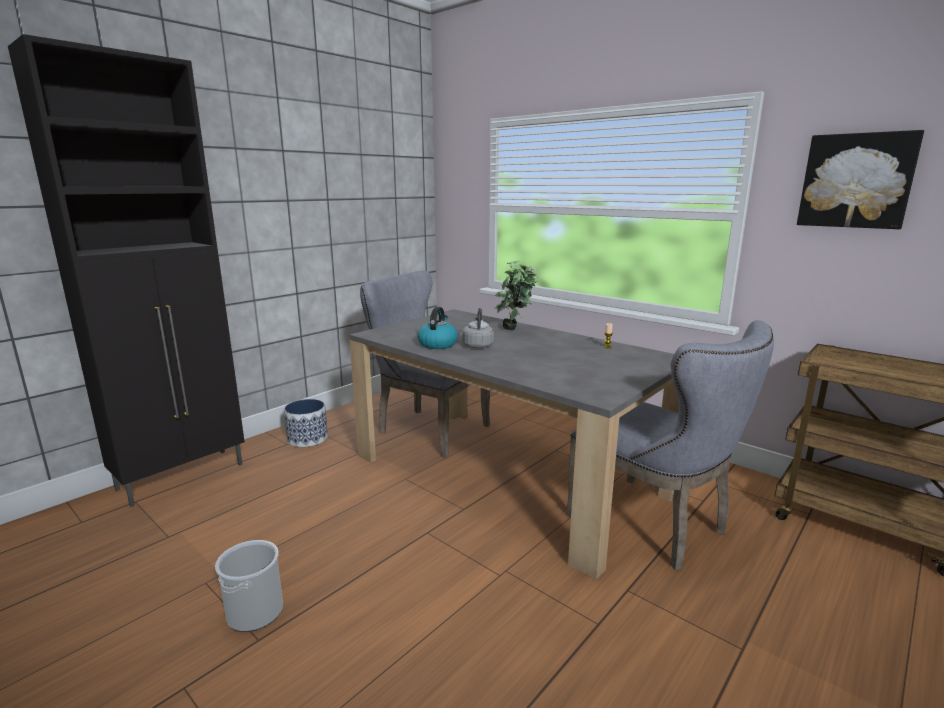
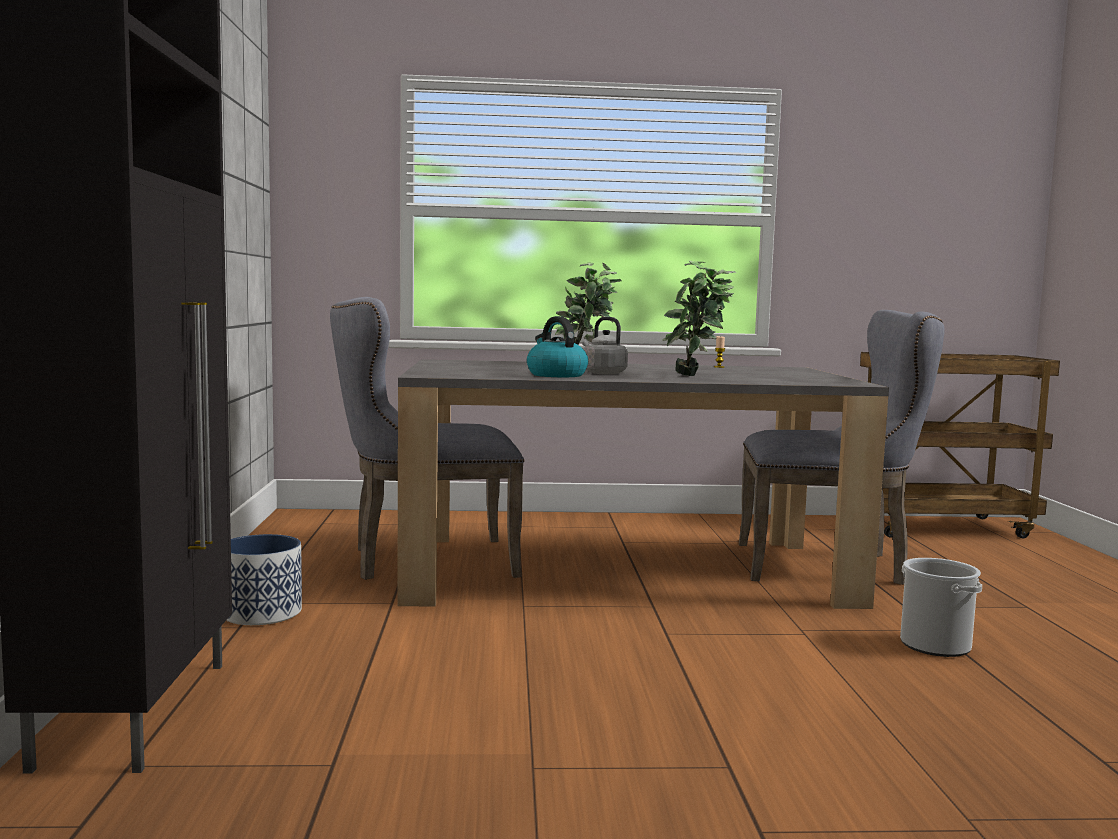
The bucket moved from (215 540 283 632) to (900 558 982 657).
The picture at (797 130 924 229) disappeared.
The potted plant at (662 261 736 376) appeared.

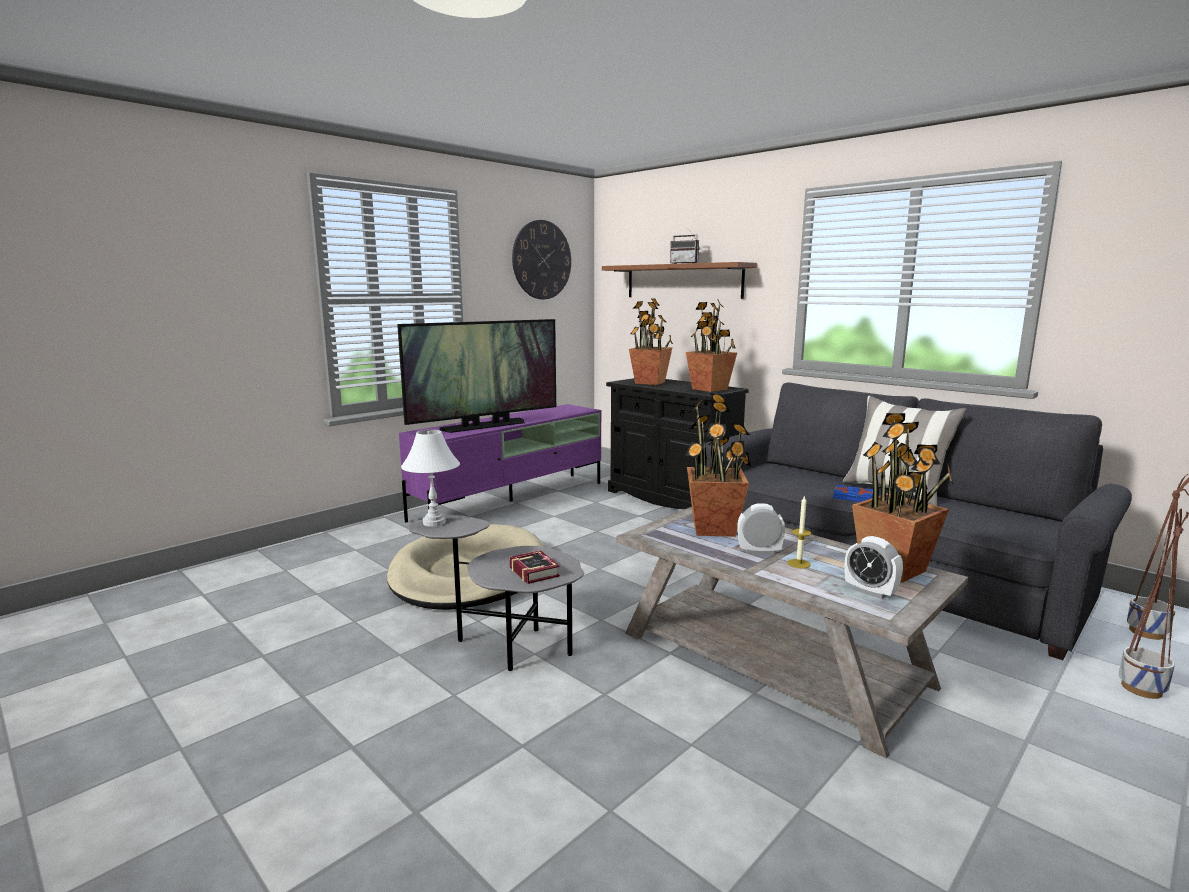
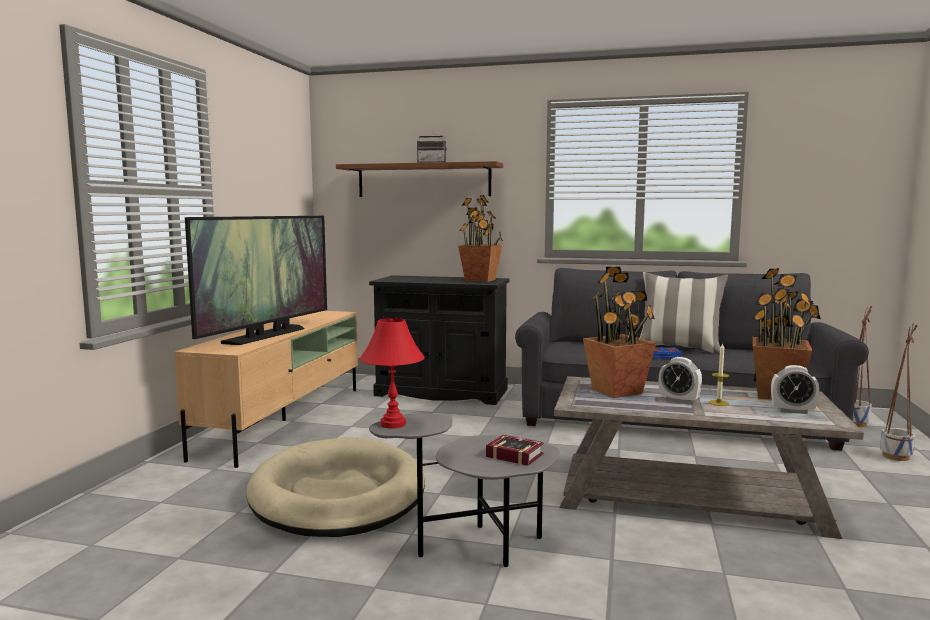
The tv stand (purple) at (399 404 601 523) became the tv stand (beige) at (174 311 358 468).
The table lamp (white) at (401 430 460 527) became the table lamp (red) at (360 318 425 429).
The wall clock at (512 220 571 299) disappeared.
The potted plant at (629 298 673 385) disappeared.
The alarm clock at (737 503 785 555) turned 120 degrees counterclockwise.

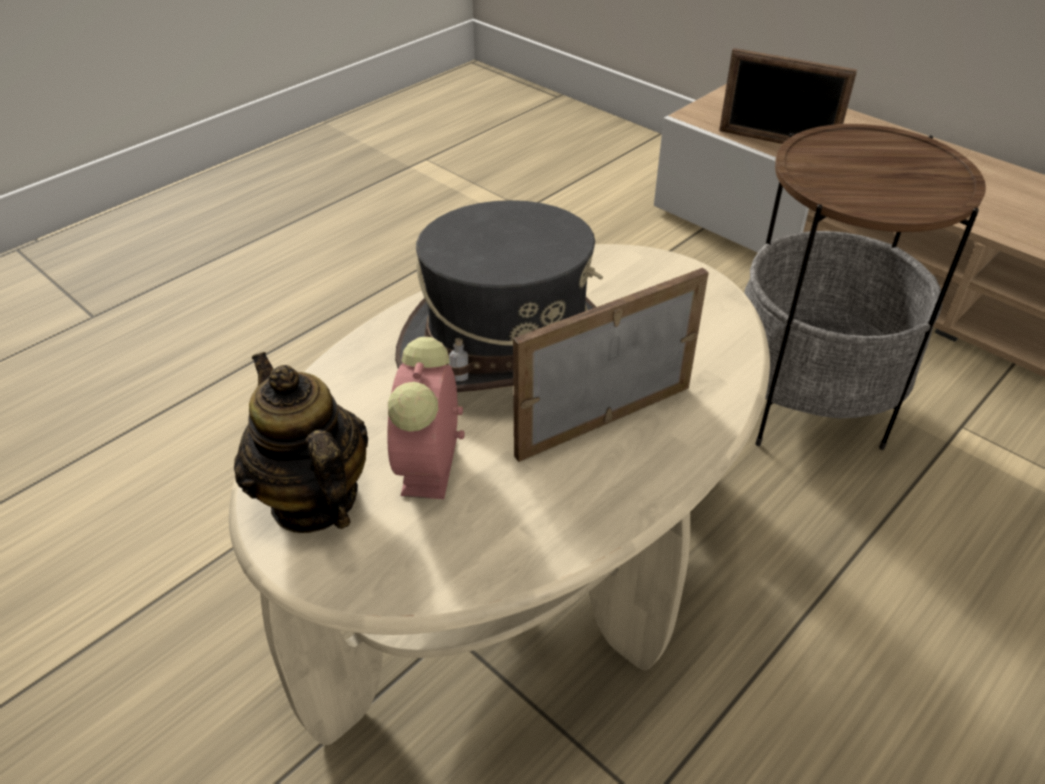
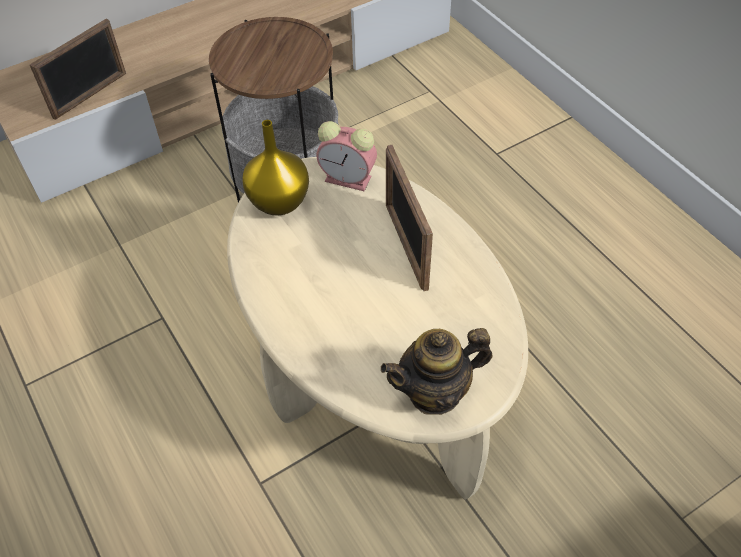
The alarm clock moved from (387 337 465 499) to (316 121 377 191).
The hat (grey) at (395 200 603 392) disappeared.
The vase (yellow) at (242 120 309 216) appeared.

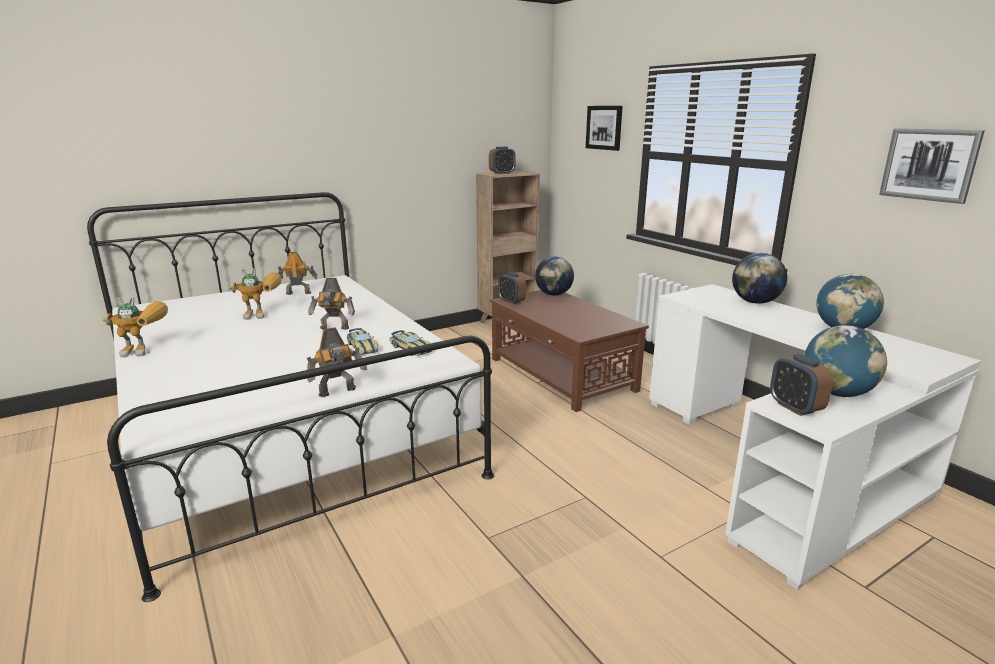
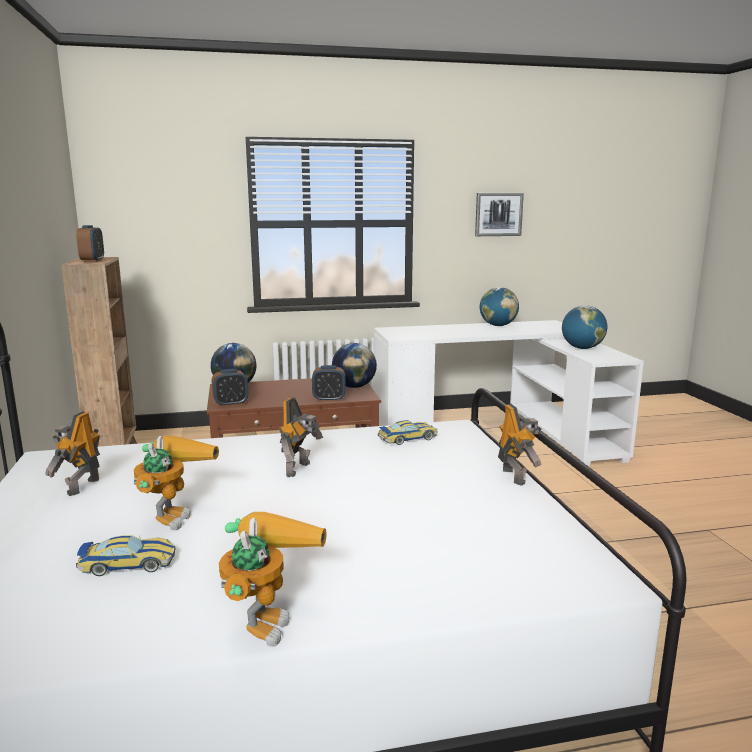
The toy car moved from (347 328 378 355) to (76 535 175 576).
The picture at (586 106 622 151) disappeared.
The globe moved from (732 253 787 304) to (332 343 377 388).
The alarm clock moved from (770 354 833 416) to (312 365 345 402).

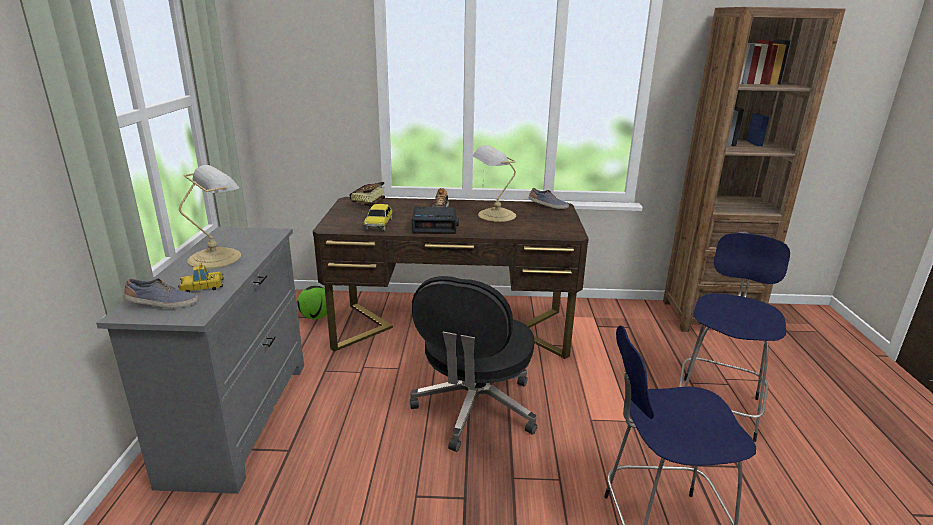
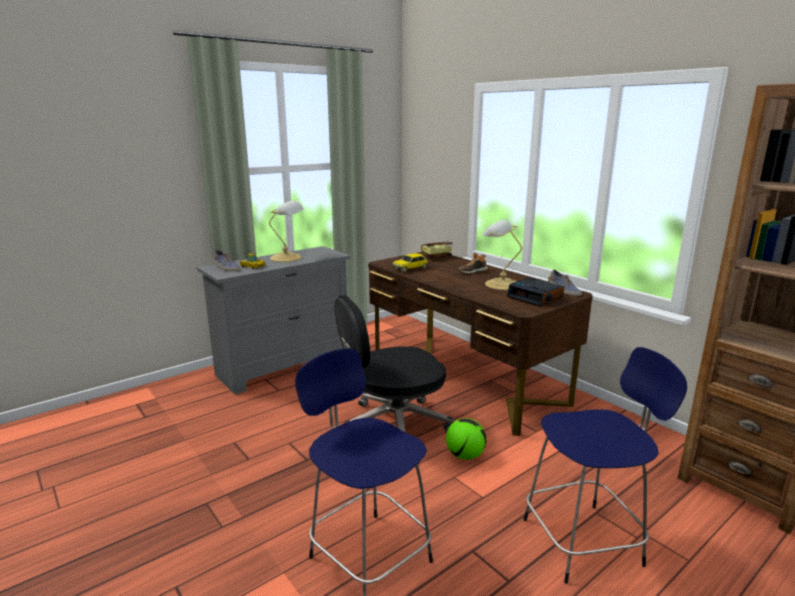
The football moved from (297 285 327 319) to (446 418 487 460).
The alarm clock moved from (412 207 459 234) to (507 278 564 307).

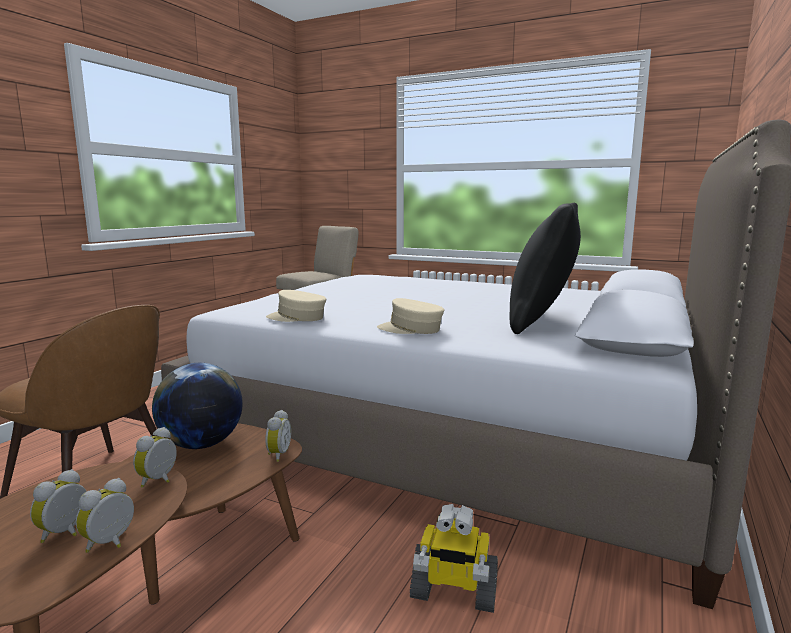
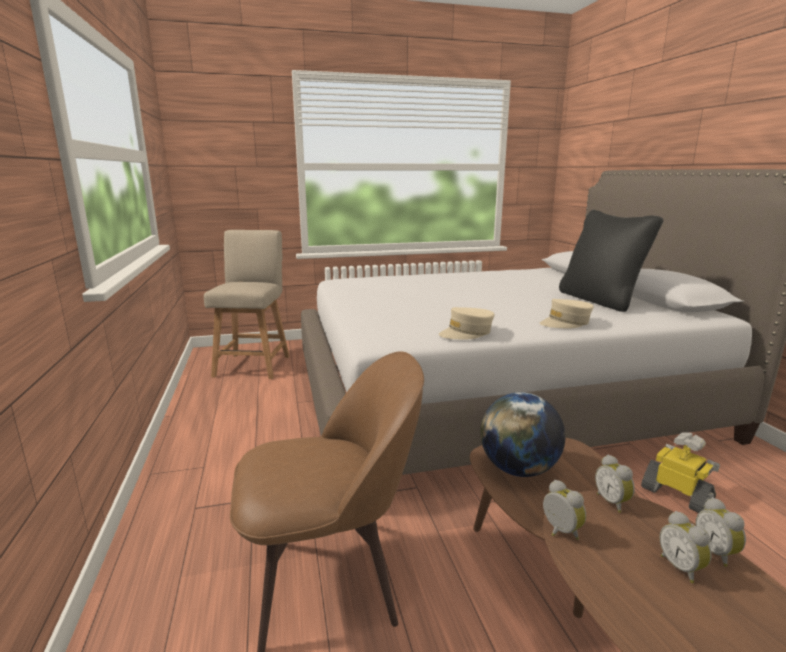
The alarm clock moved from (265 410 291 462) to (543 480 586 540).
The toy robot at (410 504 498 613) turned 105 degrees counterclockwise.

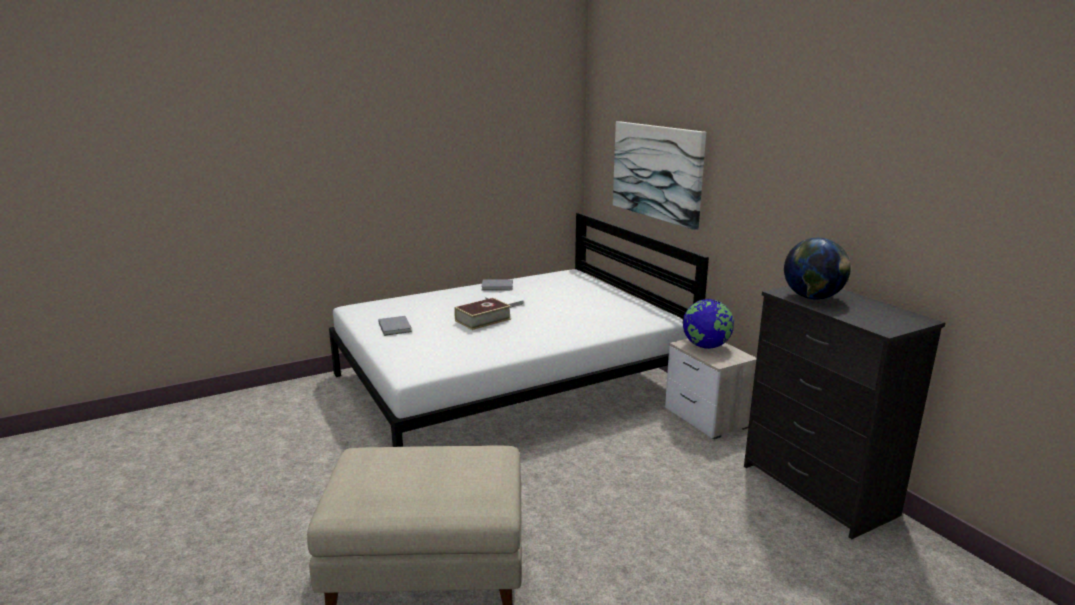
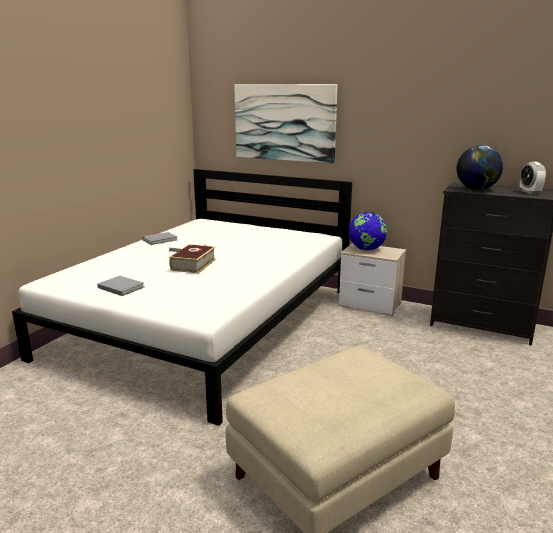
The alarm clock at (520 162 546 194) appeared.

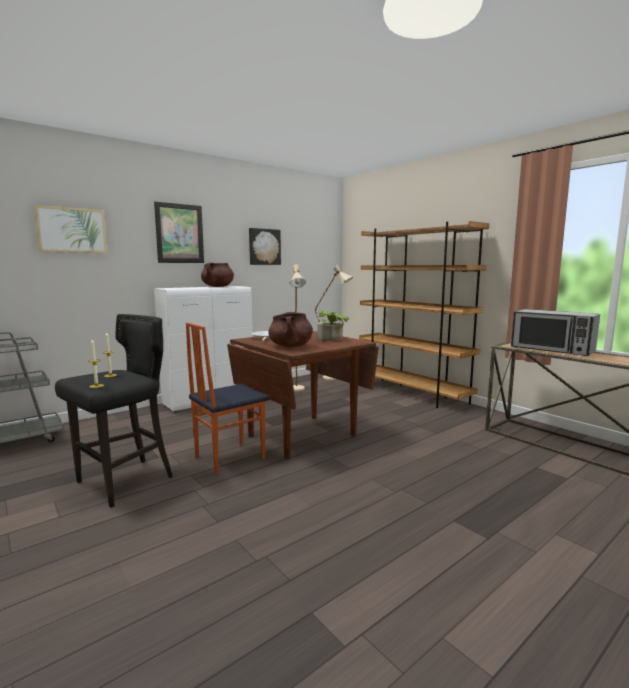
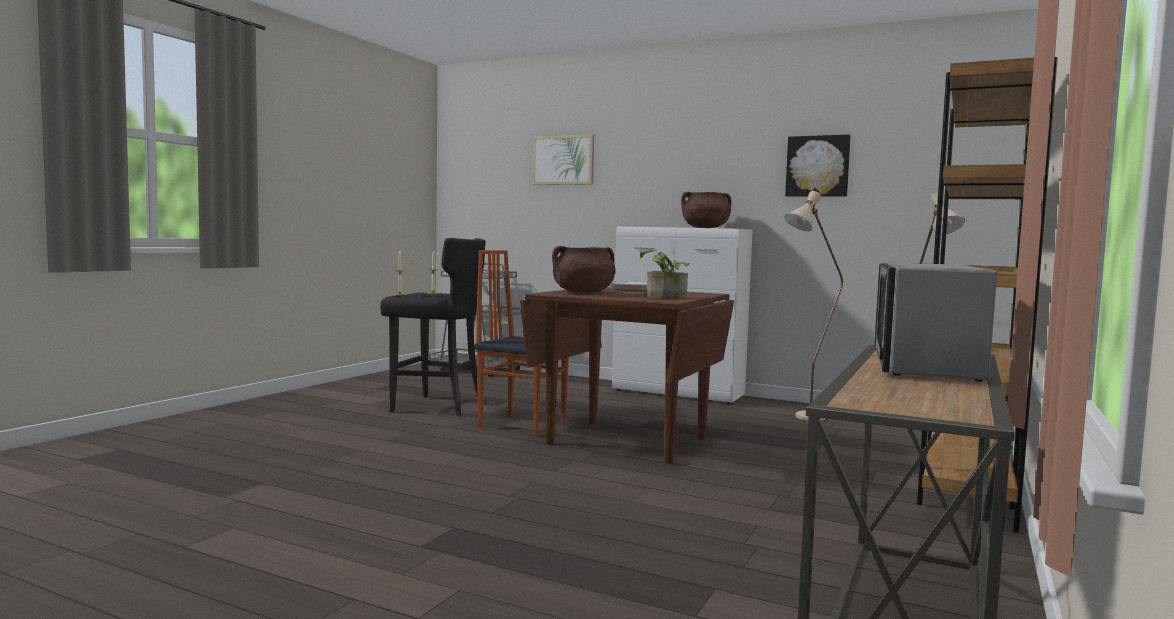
The picture at (154 202 204 263) disappeared.

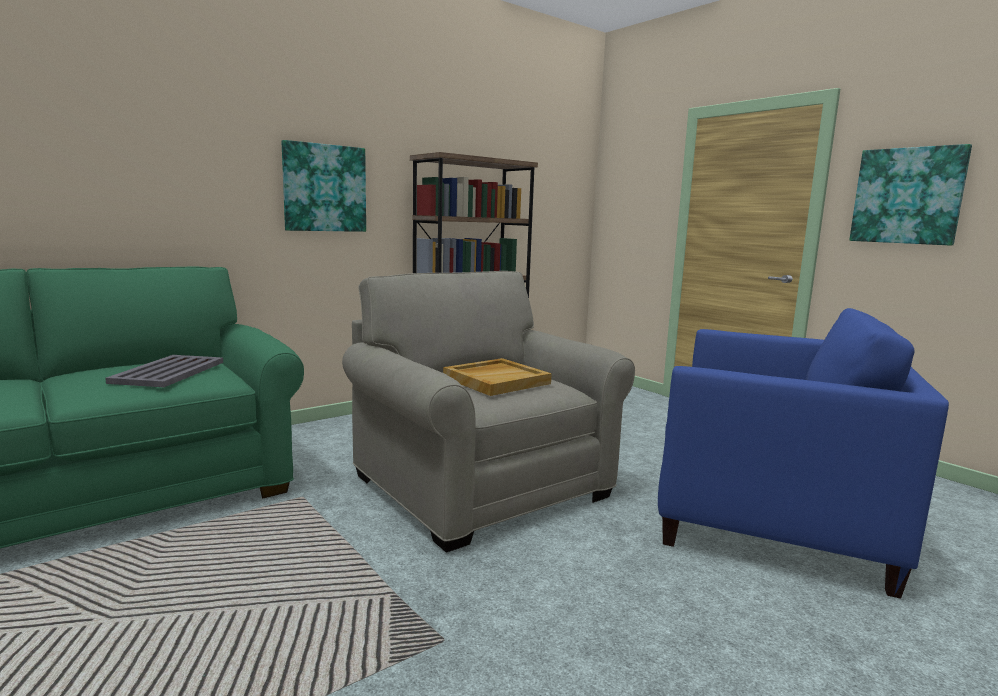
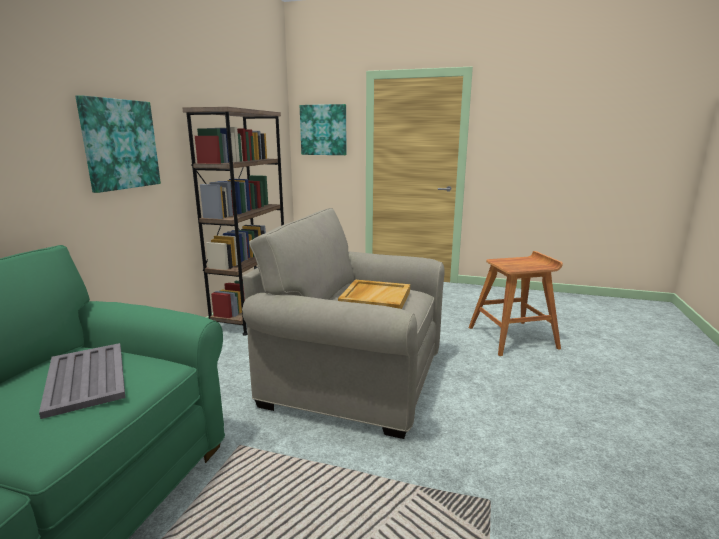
The armchair (blue) at (658 308 949 599) was replaced by the stool (brown) at (468 251 563 356).
The picture moved from (849 144 972 246) to (300 104 347 155).

